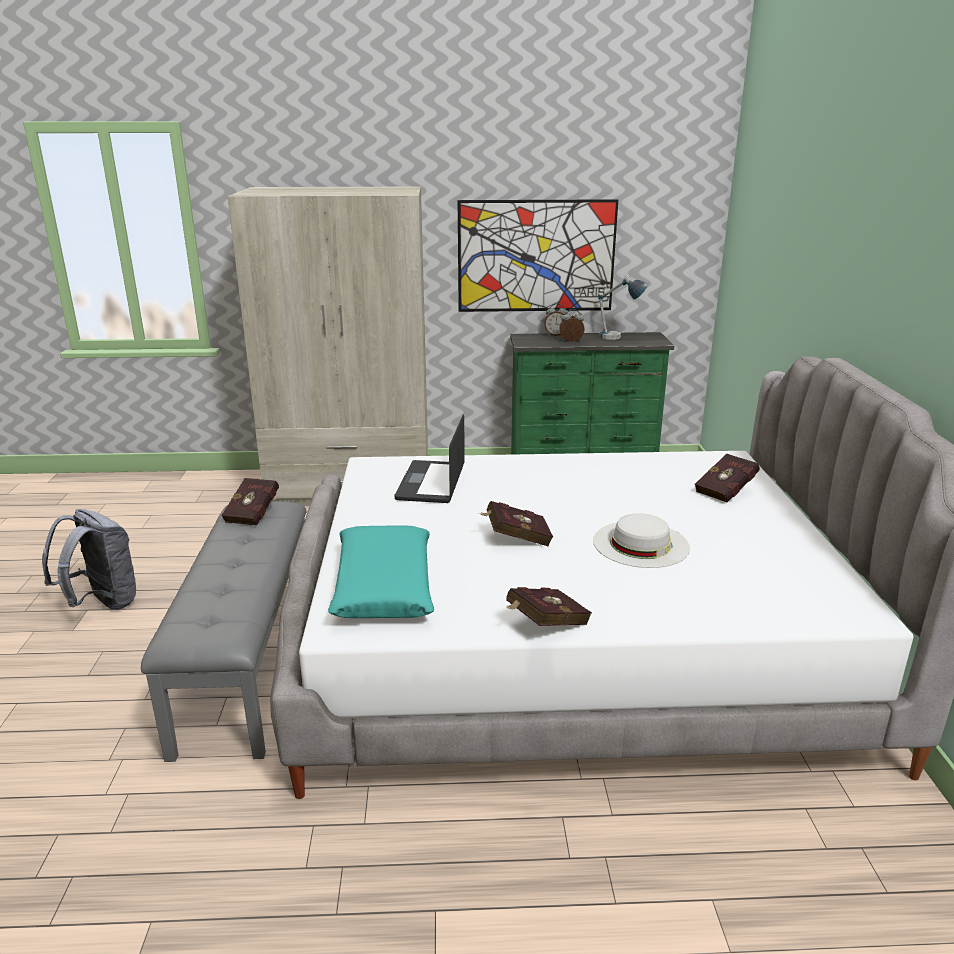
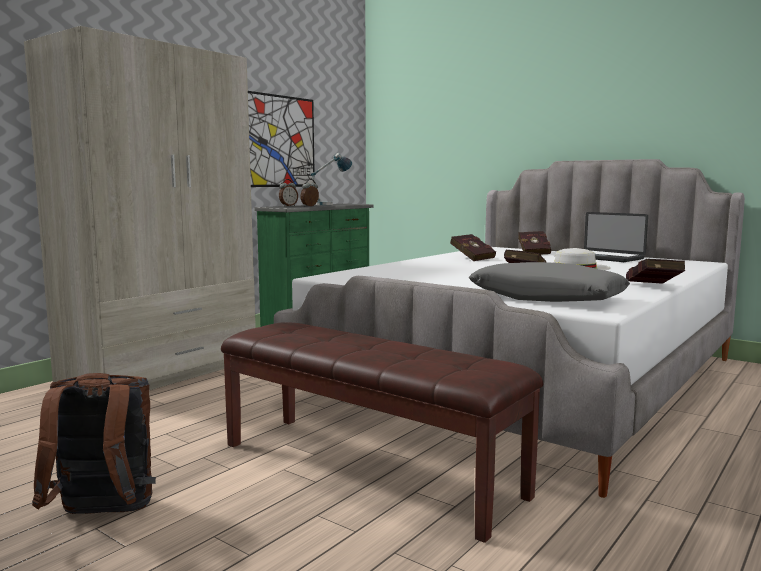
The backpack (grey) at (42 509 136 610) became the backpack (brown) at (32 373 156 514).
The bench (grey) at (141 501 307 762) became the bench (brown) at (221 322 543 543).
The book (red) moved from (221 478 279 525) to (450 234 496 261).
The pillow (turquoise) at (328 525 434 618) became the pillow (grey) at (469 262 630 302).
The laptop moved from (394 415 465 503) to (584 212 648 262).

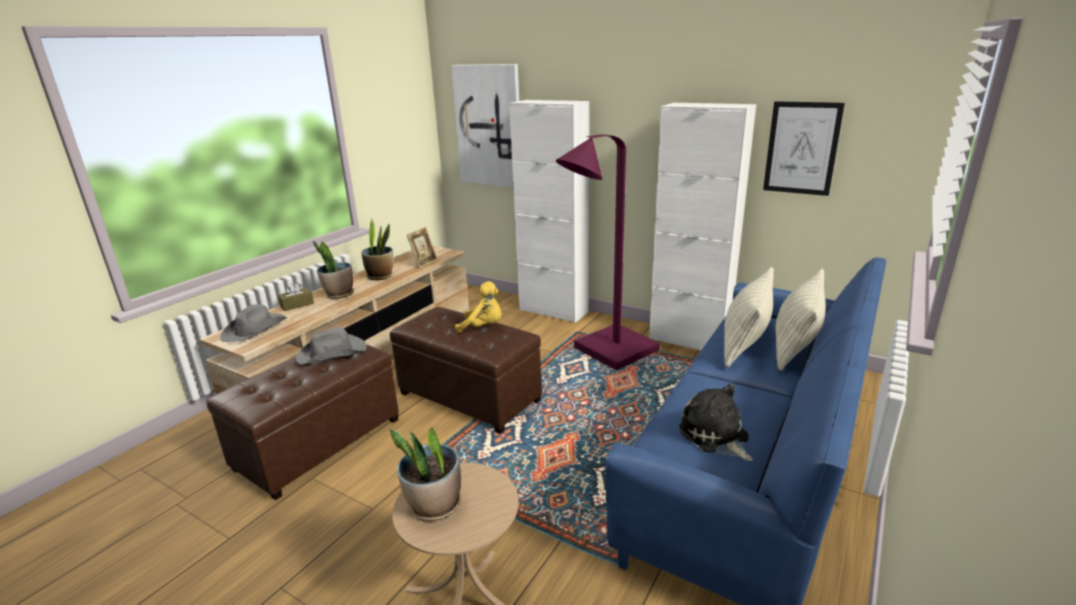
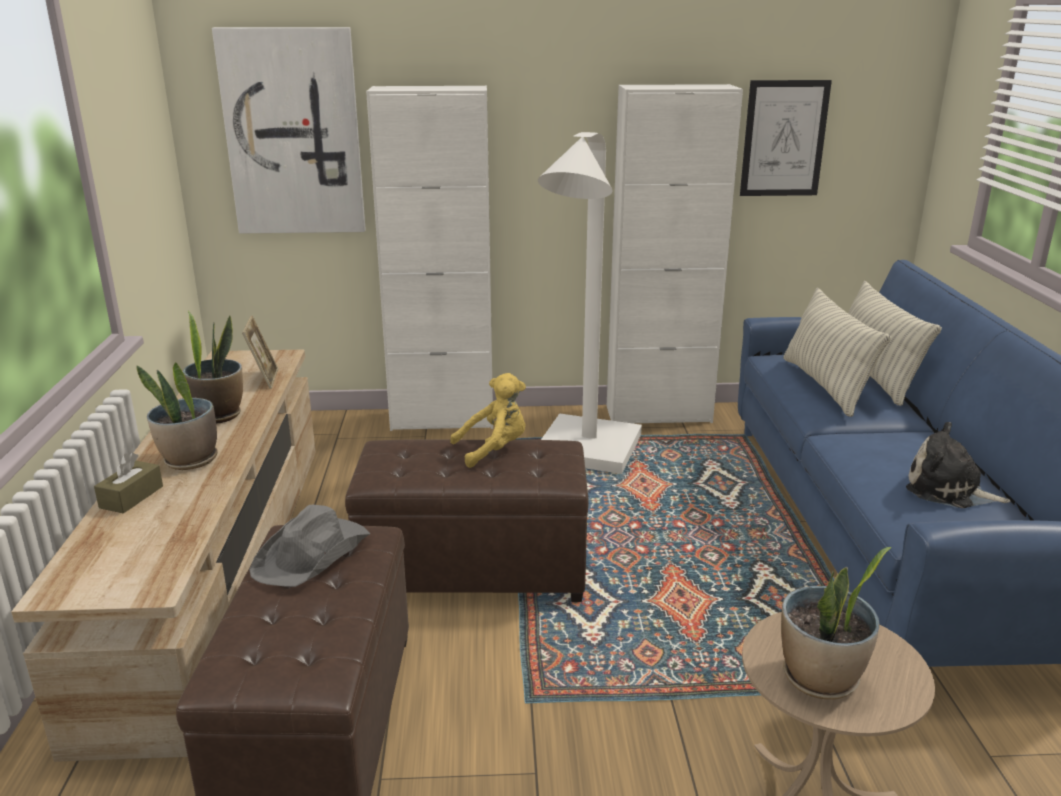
The hat (grey) at (220 304 287 342) disappeared.
The floor lamp (purple) at (556 134 660 370) became the floor lamp (white) at (538 132 642 474).

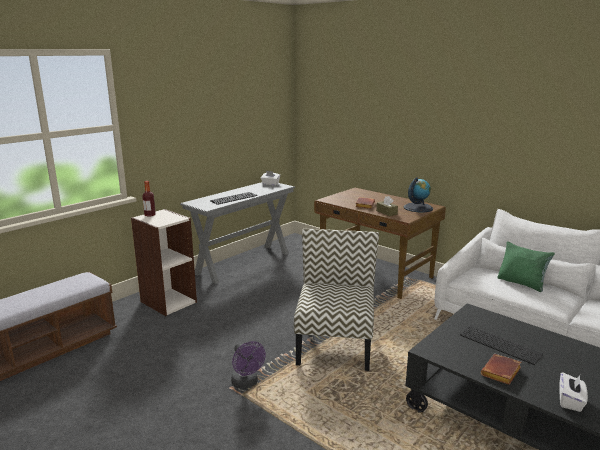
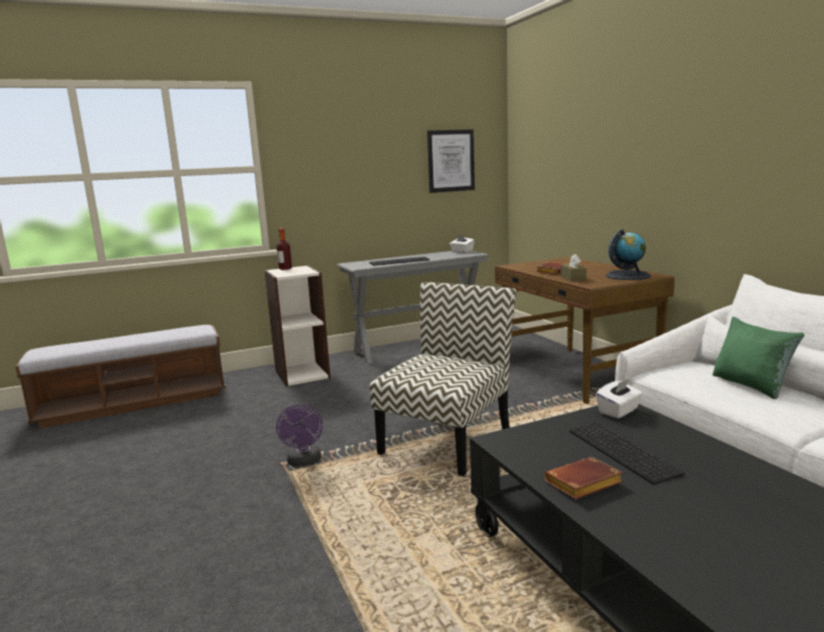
The tissue box (white) moved from (559 372 588 412) to (596 379 643 418).
The picture at (427 129 475 193) appeared.

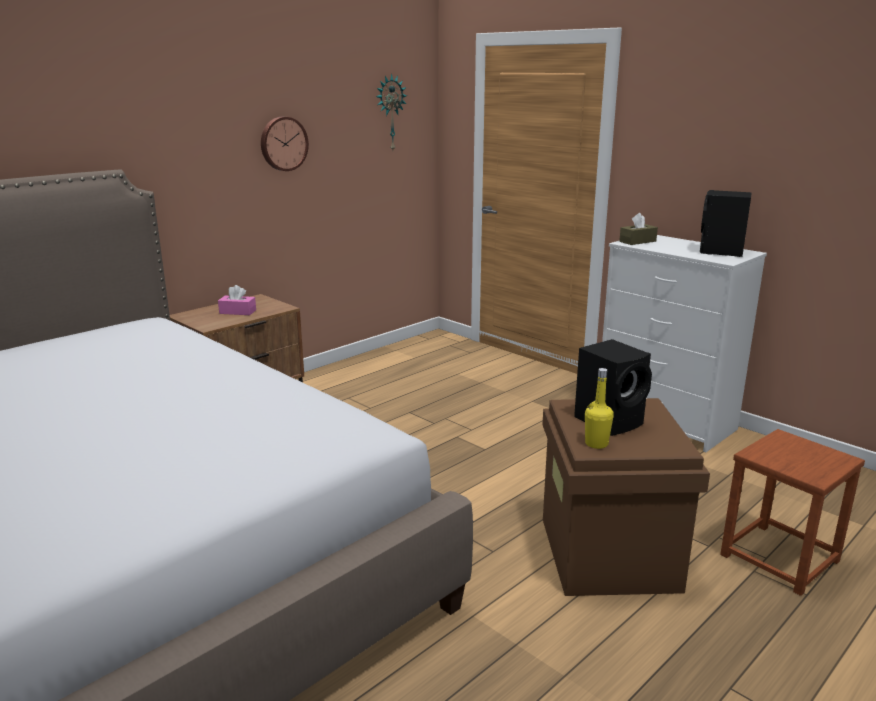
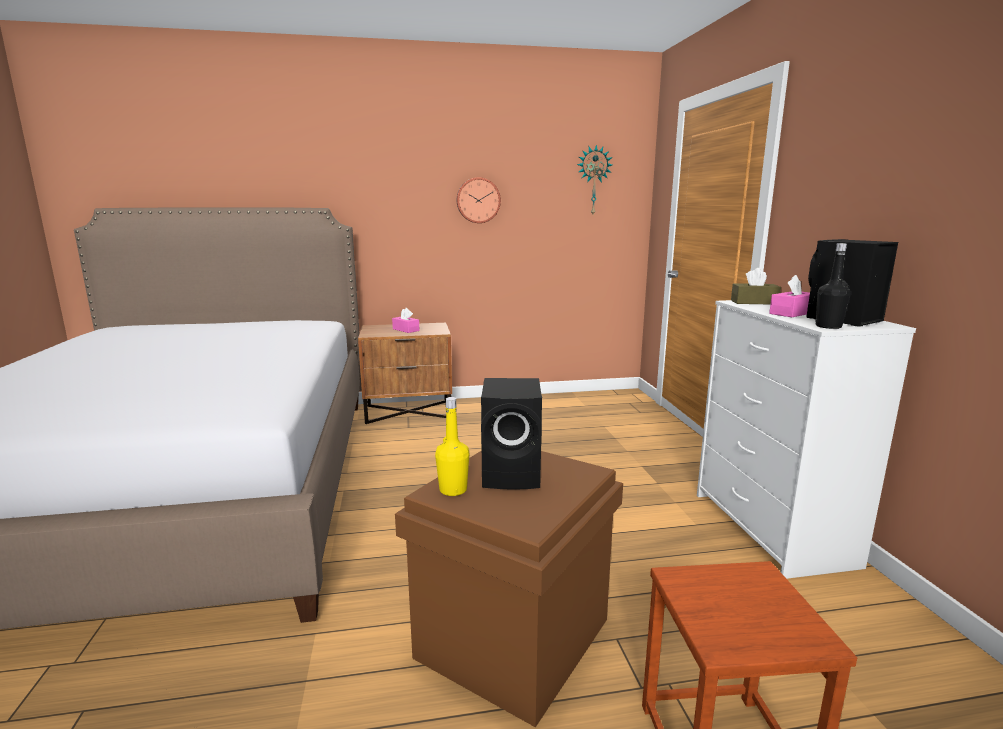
The tissue box (pink) at (769 275 810 317) appeared.
The bottle (black) at (815 243 851 329) appeared.

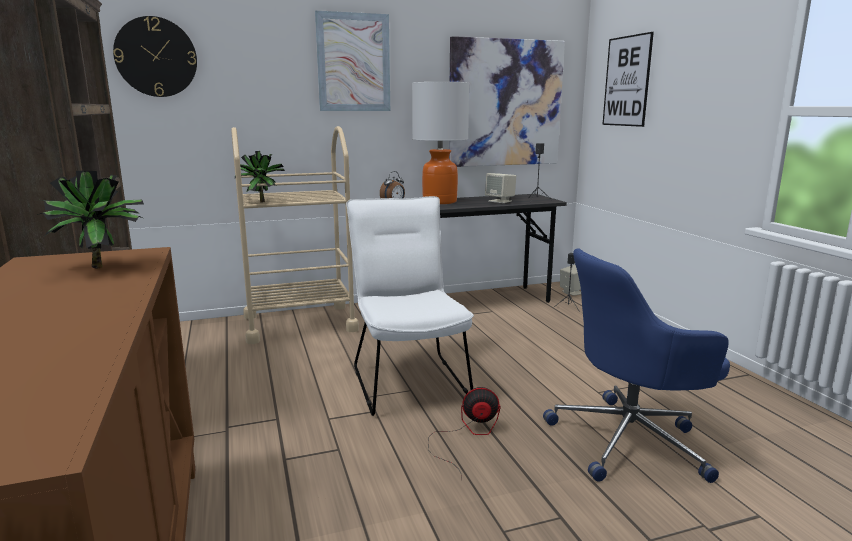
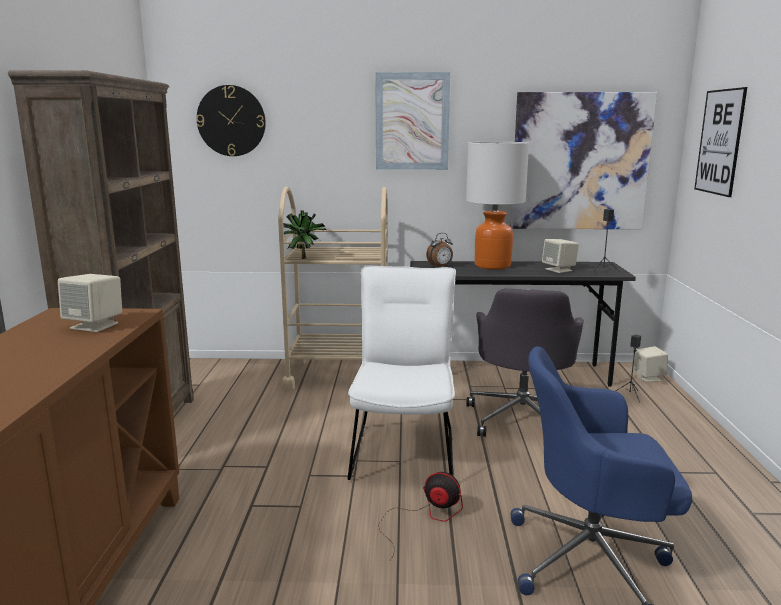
The potted plant at (37 171 144 268) was replaced by the speaker (beige) at (58 274 122 332).
The office chair (grey) at (466 288 584 437) appeared.

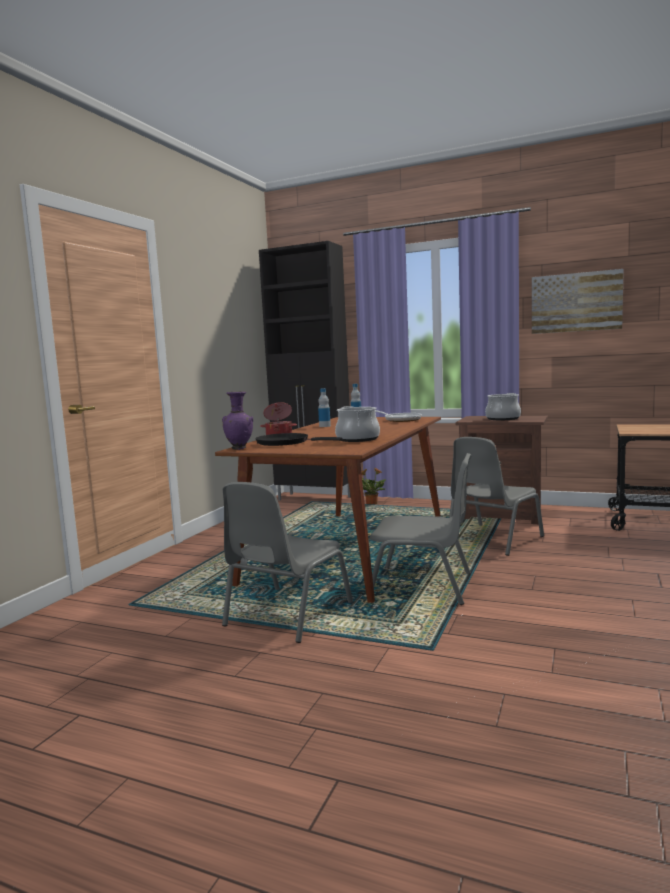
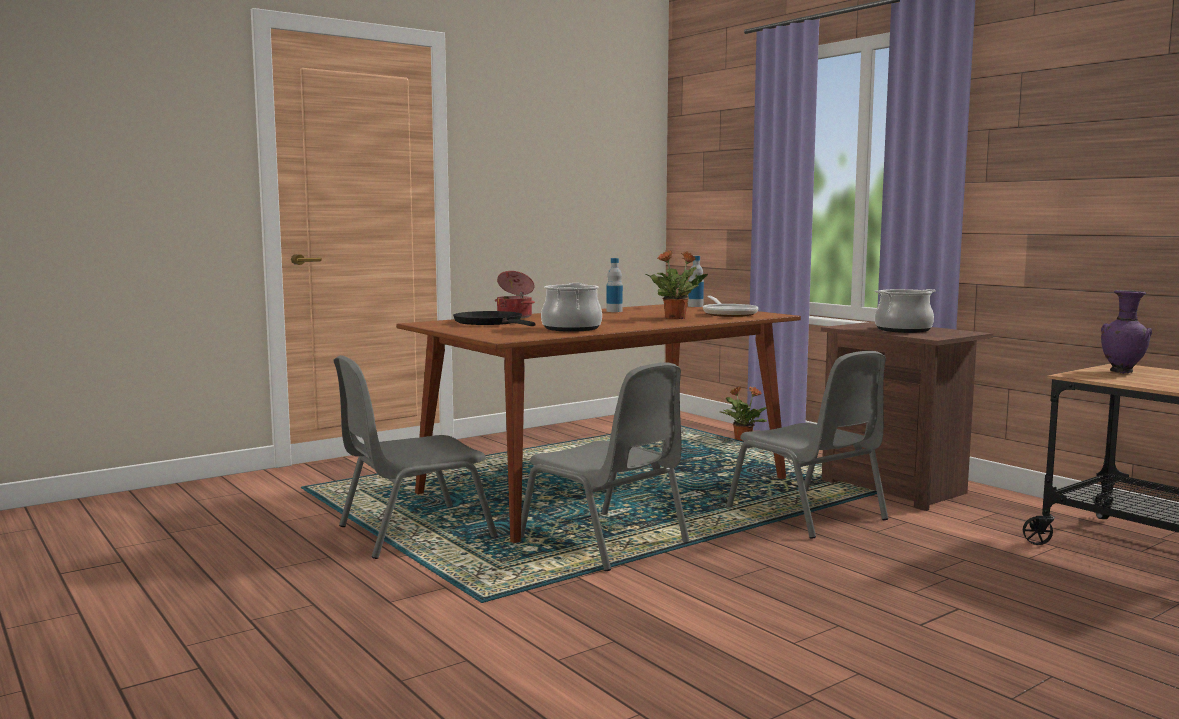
The vase (purple) moved from (222 392 253 450) to (1101 290 1152 374).
The cabinet (black) at (259 241 351 500) disappeared.
The chair (grey) at (449 437 544 556) turned 105 degrees counterclockwise.
The picture at (532 269 624 334) disappeared.
The potted plant at (646 250 708 319) appeared.

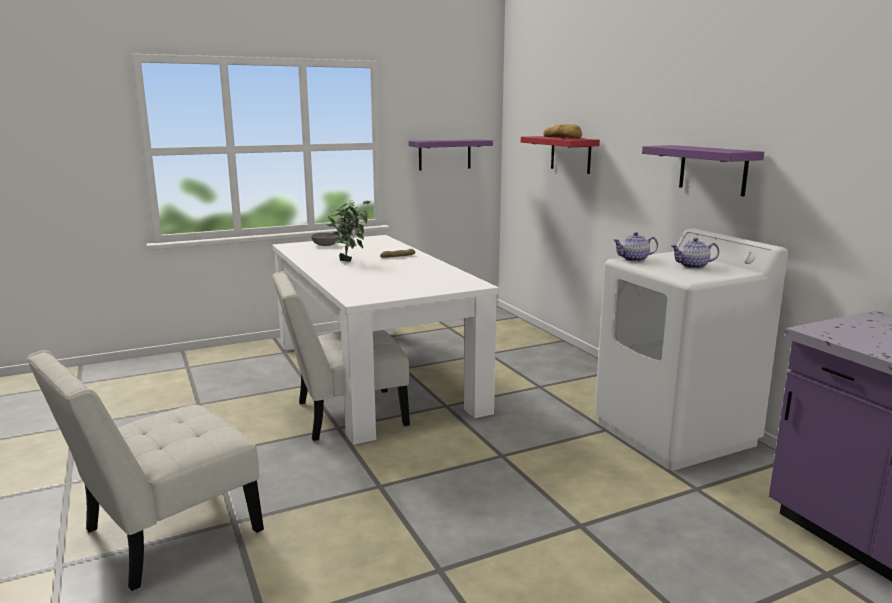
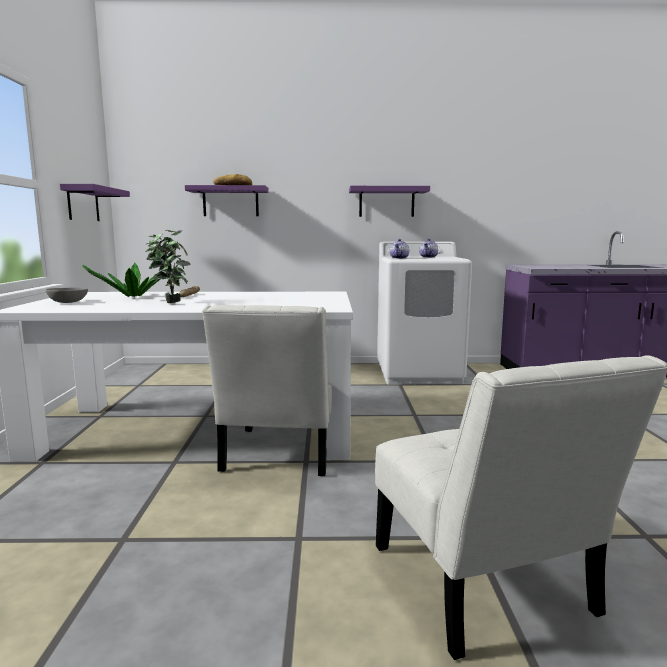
The shelf (red) at (521 136 600 174) became the shelf (purple) at (185 185 269 216).
The potted plant at (82 263 178 297) appeared.

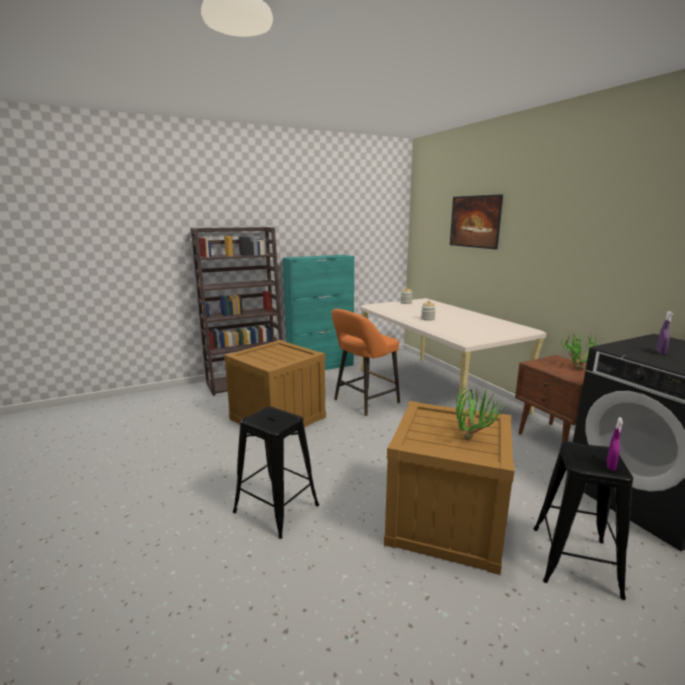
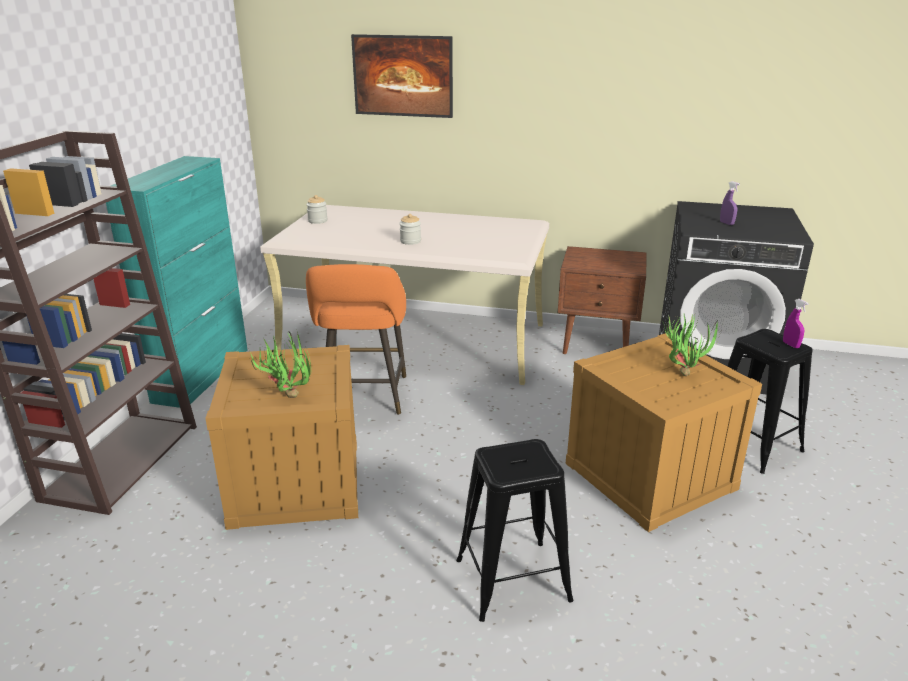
The potted plant moved from (561 330 598 370) to (249 329 311 398).

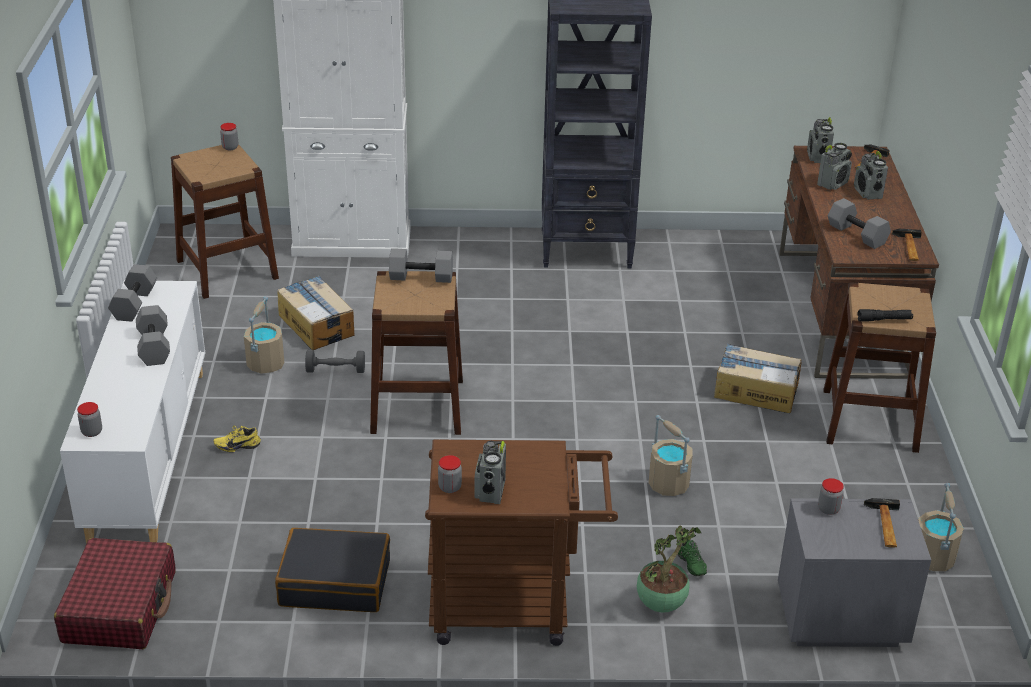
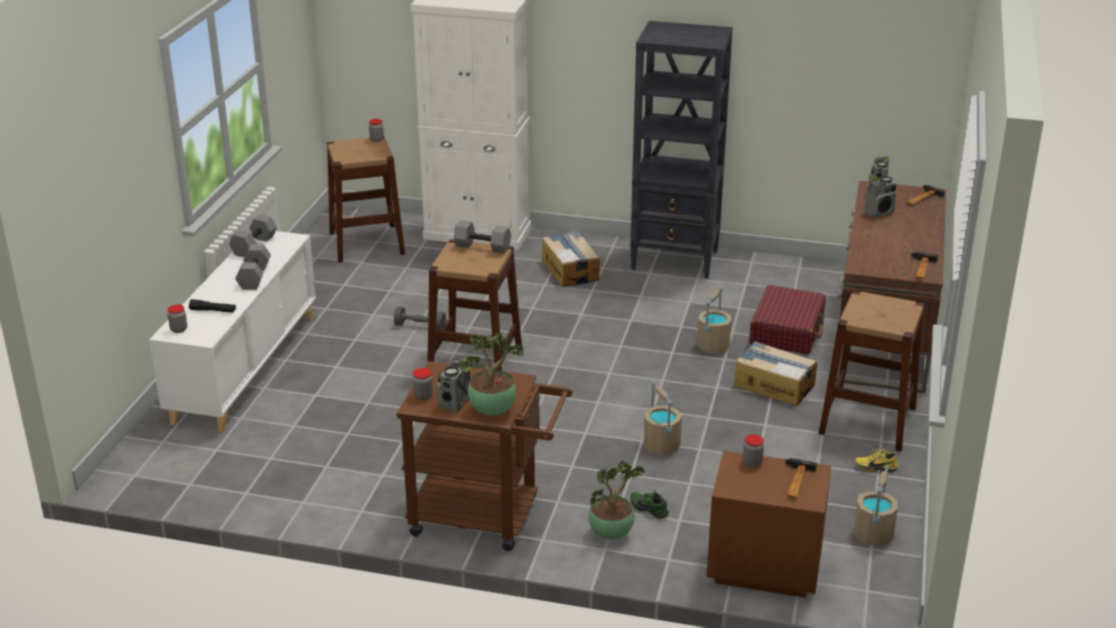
The suitcase (red) moved from (54 538 176 649) to (749 285 825 354).
The shoe (yellow) moved from (213 426 261 452) to (855 448 899 473).
The bucket (beige) moved from (244 296 284 374) to (697 286 731 353).
The suitcase (black) at (275 528 390 612) disappeared.
The cardboard box moved from (277 276 354 350) to (542 231 600 287).
The shoe (green) at (677 540 707 576) turned 135 degrees clockwise.
The nightstand (grey) at (778 498 931 647) became the nightstand (brown) at (707 451 831 598).
The dumbbell (grey) at (828 198 891 249) disappeared.
The radio at (854 151 888 200) disappeared.
The flashlight (black) moved from (857 309 913 322) to (189 299 236 313).
The potted plant at (460 331 524 415) appeared.

